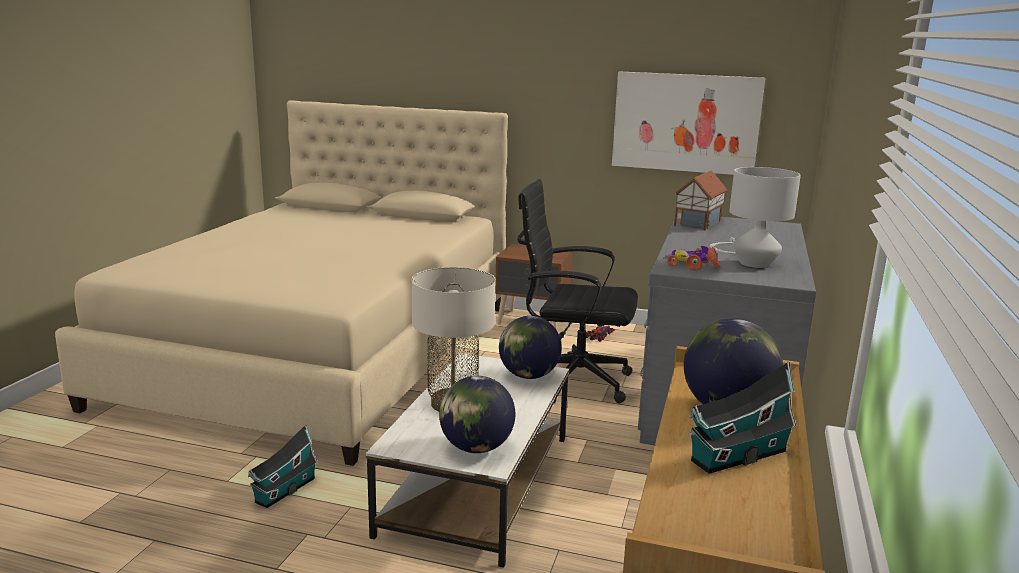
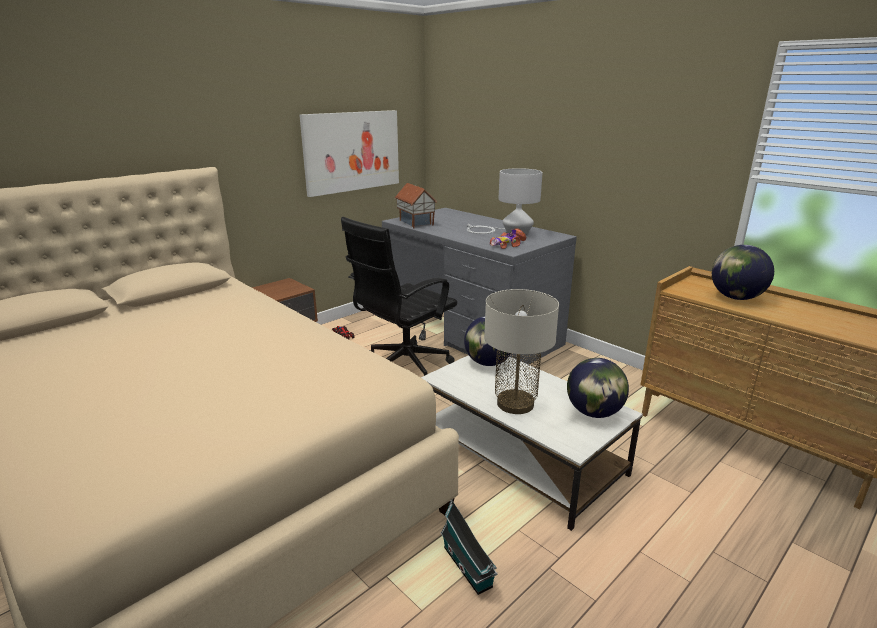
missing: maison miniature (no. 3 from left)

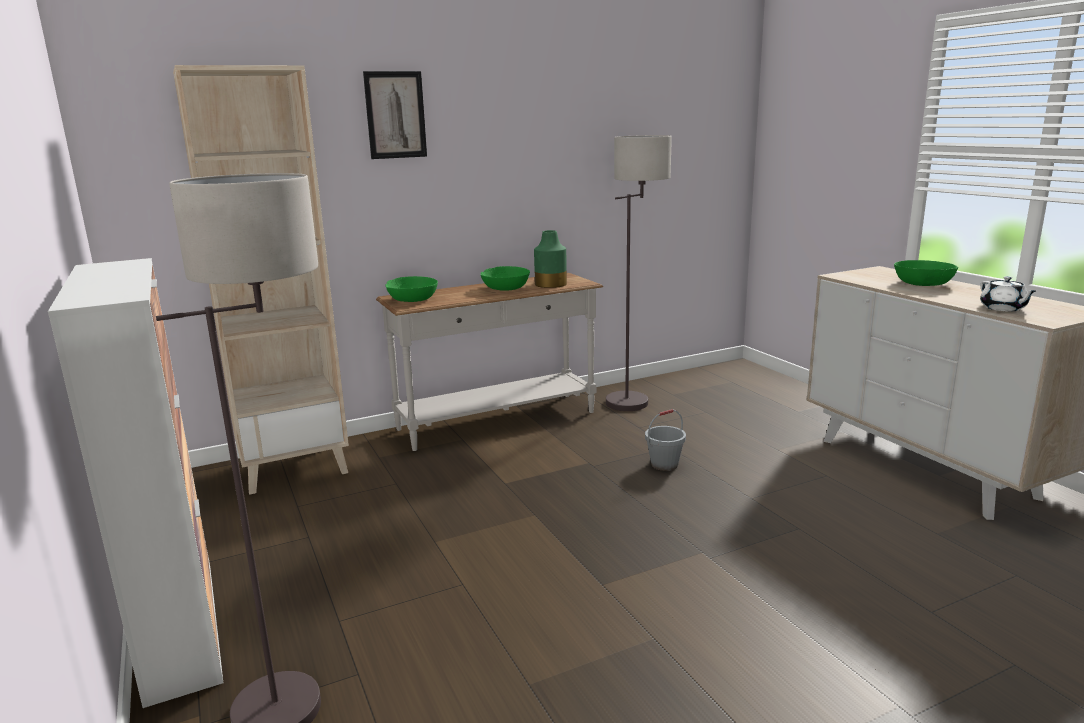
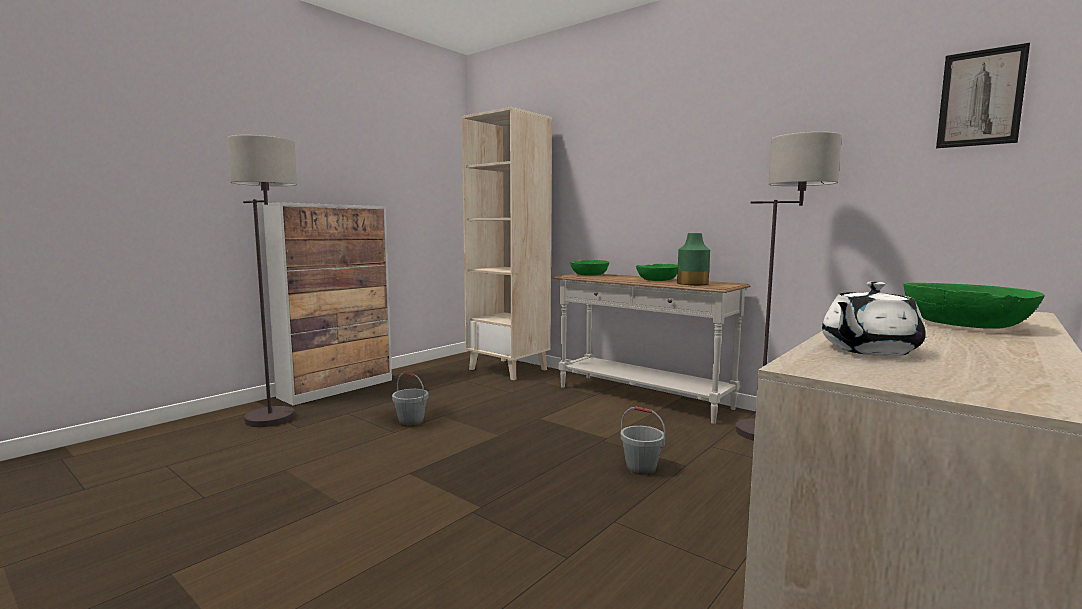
appeared: seau/gris (no. 1 from left)
relocated: tableau

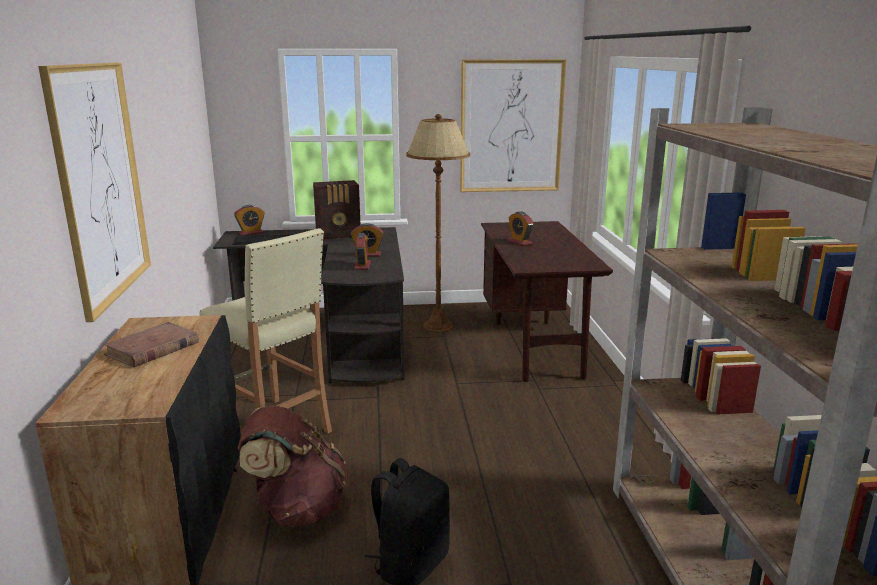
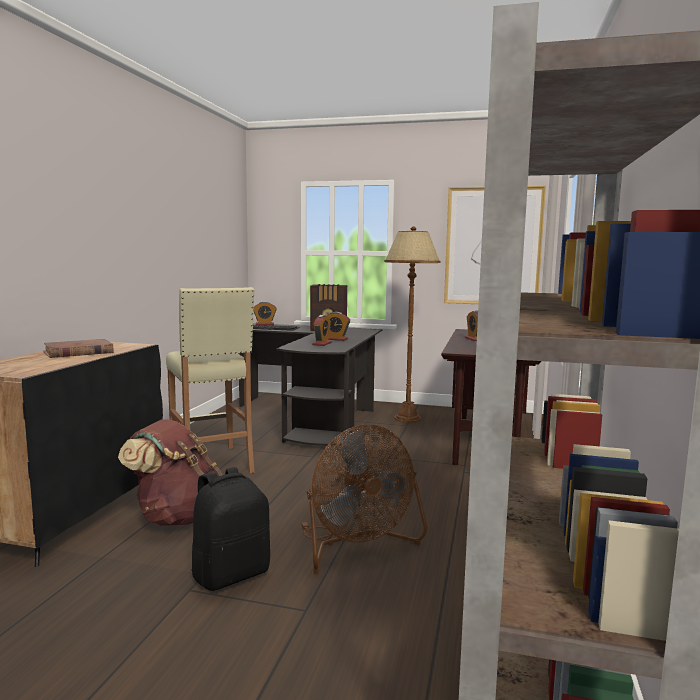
missing: tableau (no. 1 from left)
appeared: ventilateur/marron

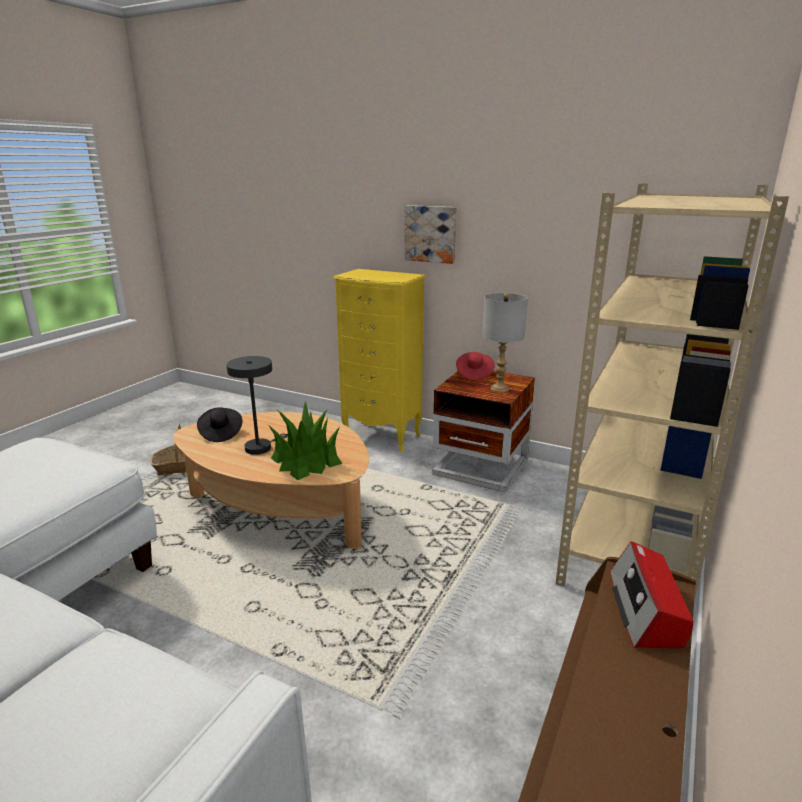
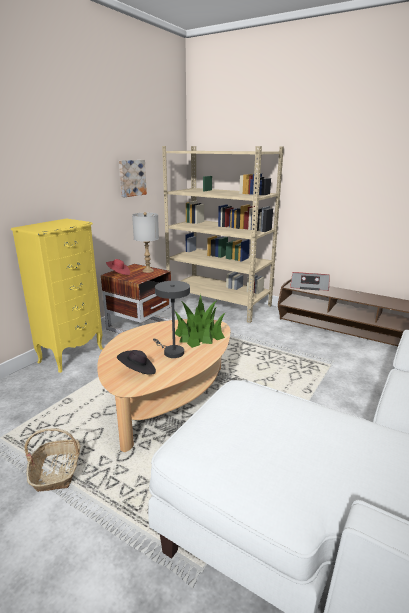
relocated: tableau

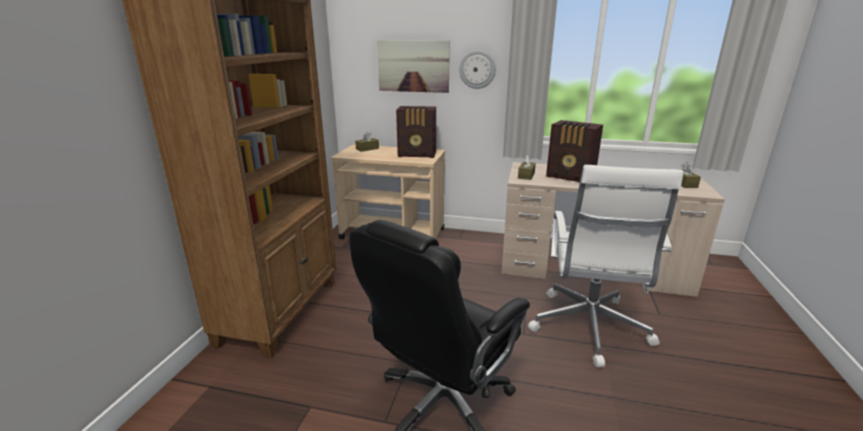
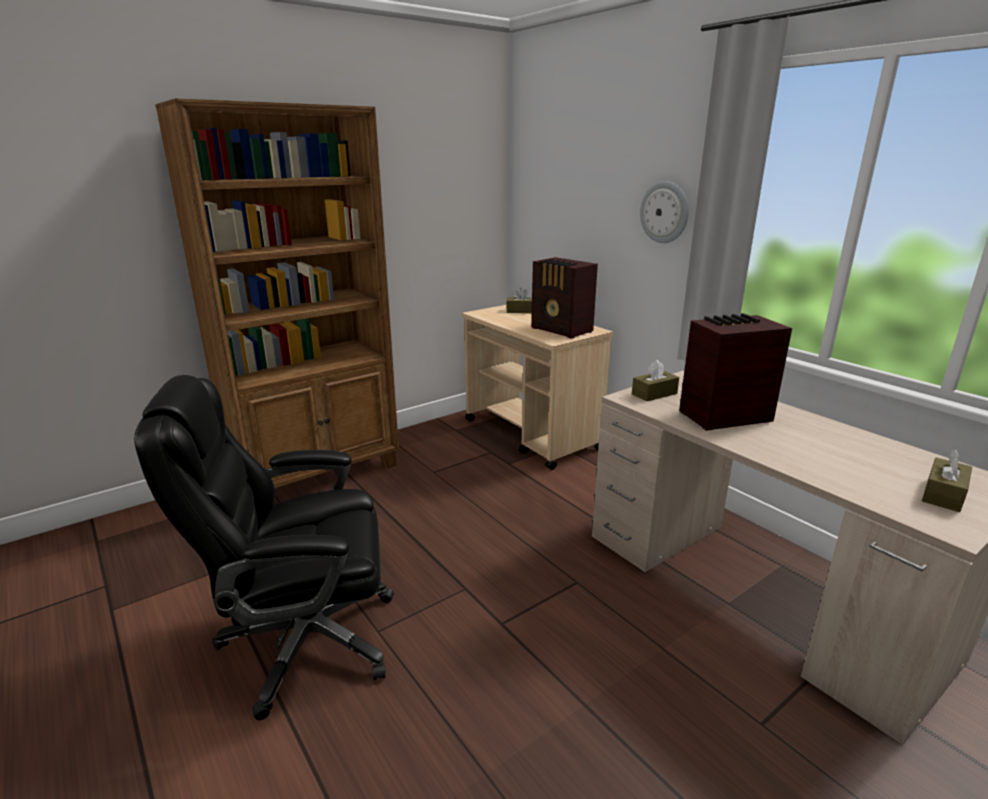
missing: tableau; chaise de bureau/blanc
spun: radio (no. 2 from left) 90 degrees clockwise

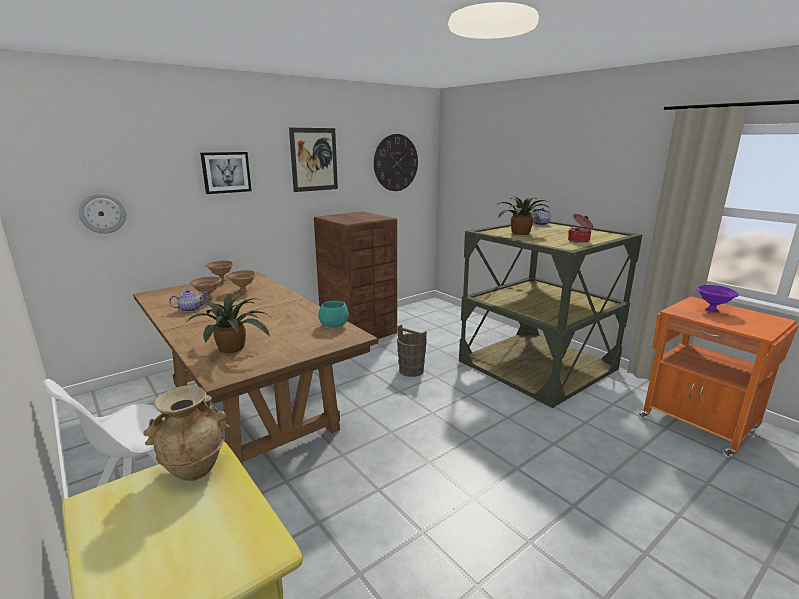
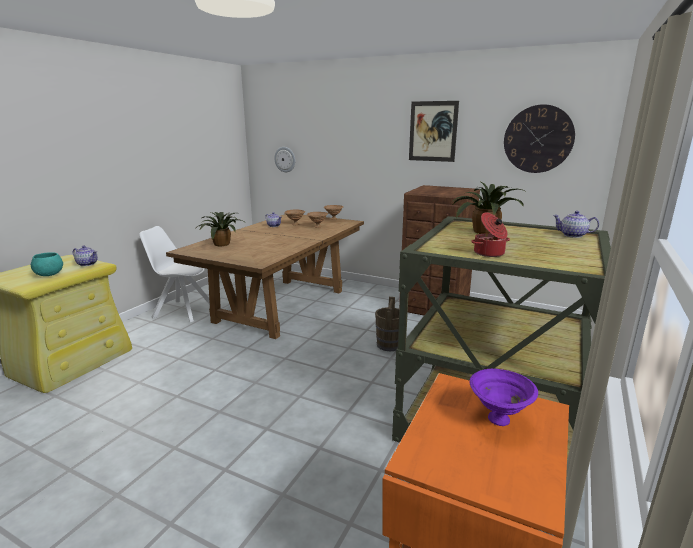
missing: tableau (no. 1 from left)
relocated: bol/turquoise
exchanged: vase/beige to théière (no. 1 from left)

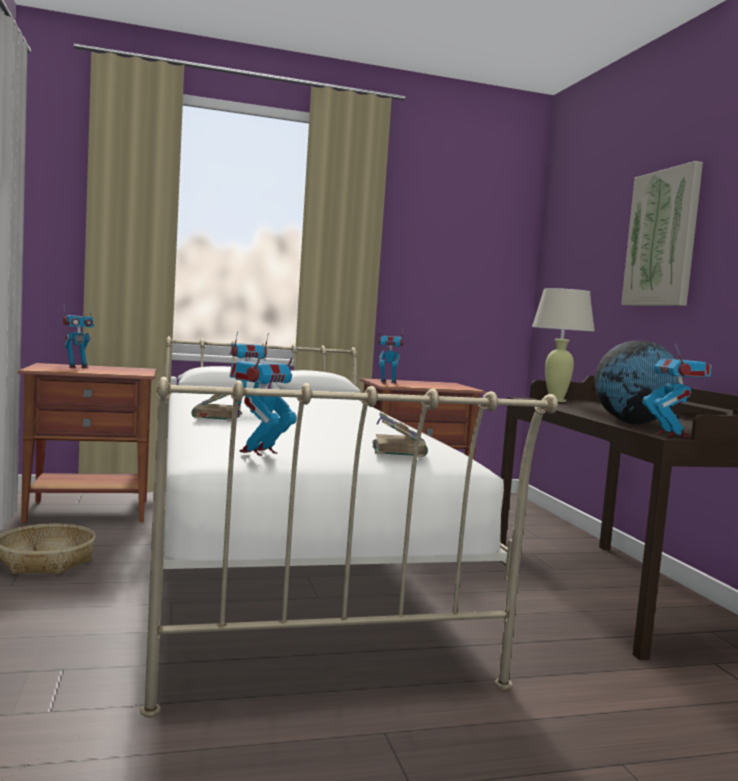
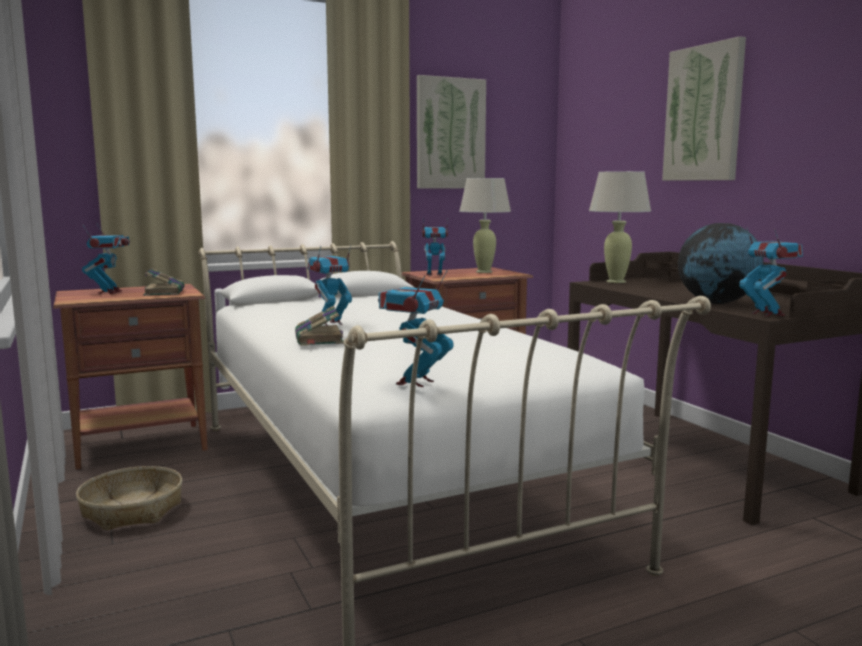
appeared: tableau (no. 1 from left); lampe de table/beige (no. 1 from left)
relocated: livre (no. 2 from left in the first image) to livre (no. 1 from left)
spun: robot jouet (no. 1 from left) 45 degrees counterclockwise

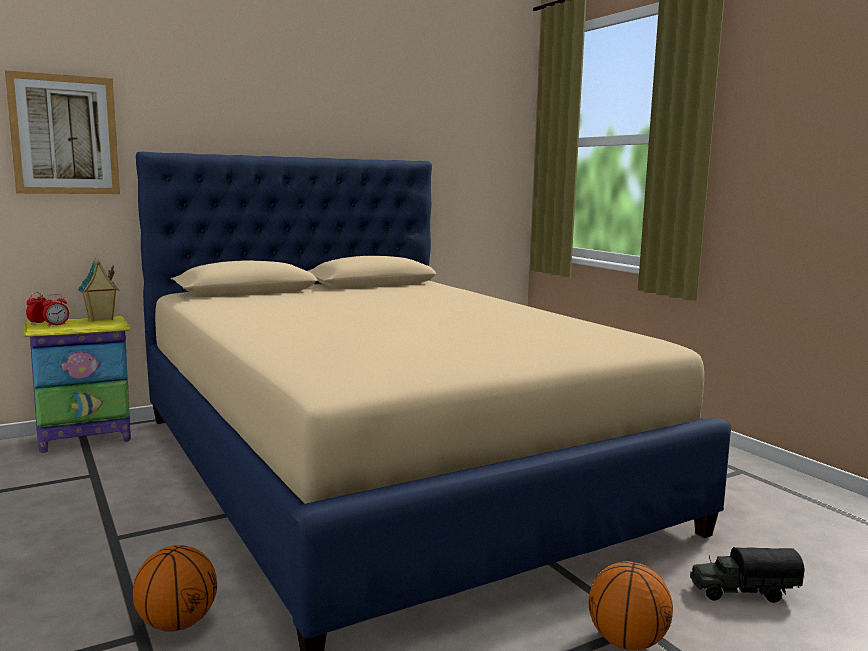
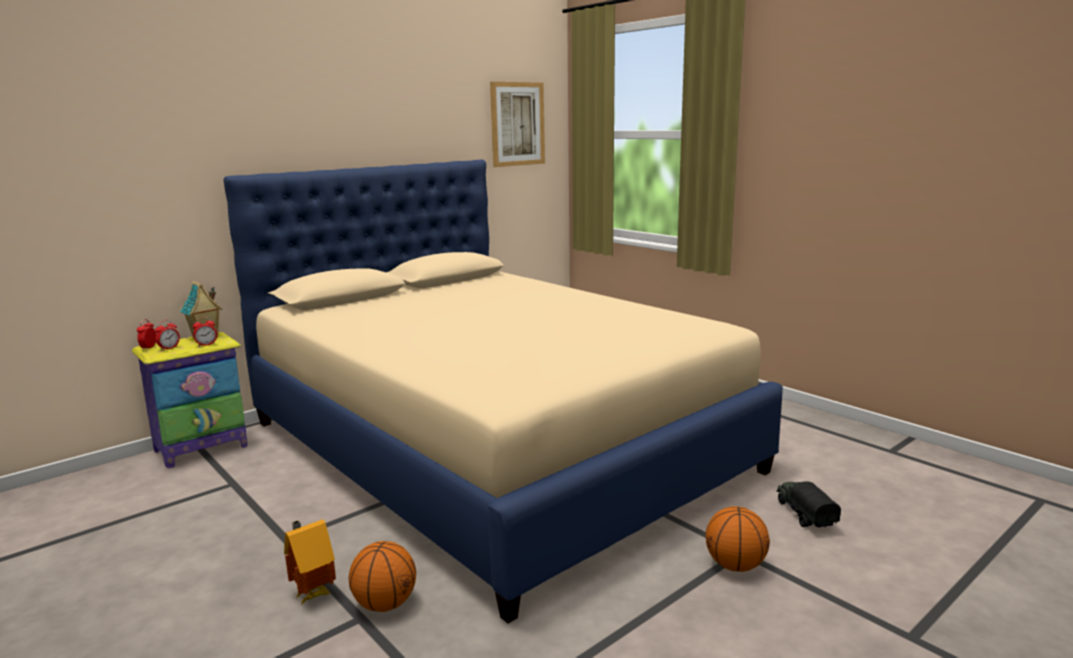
appeared: réveil (no. 3 from left); maison miniature (no. 2 from left)
relocated: tableau
spun: camion jouet 90 degrees clockwise

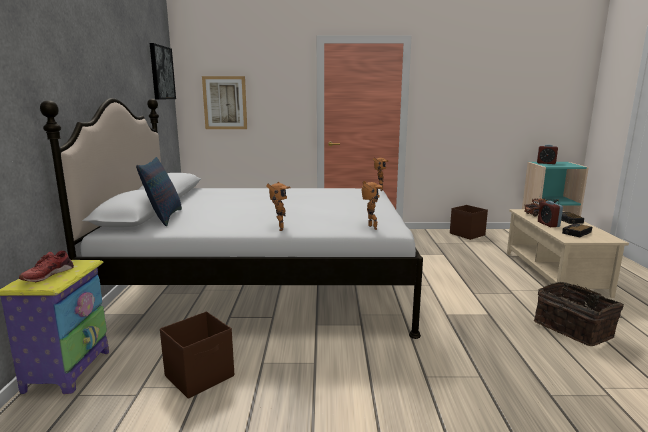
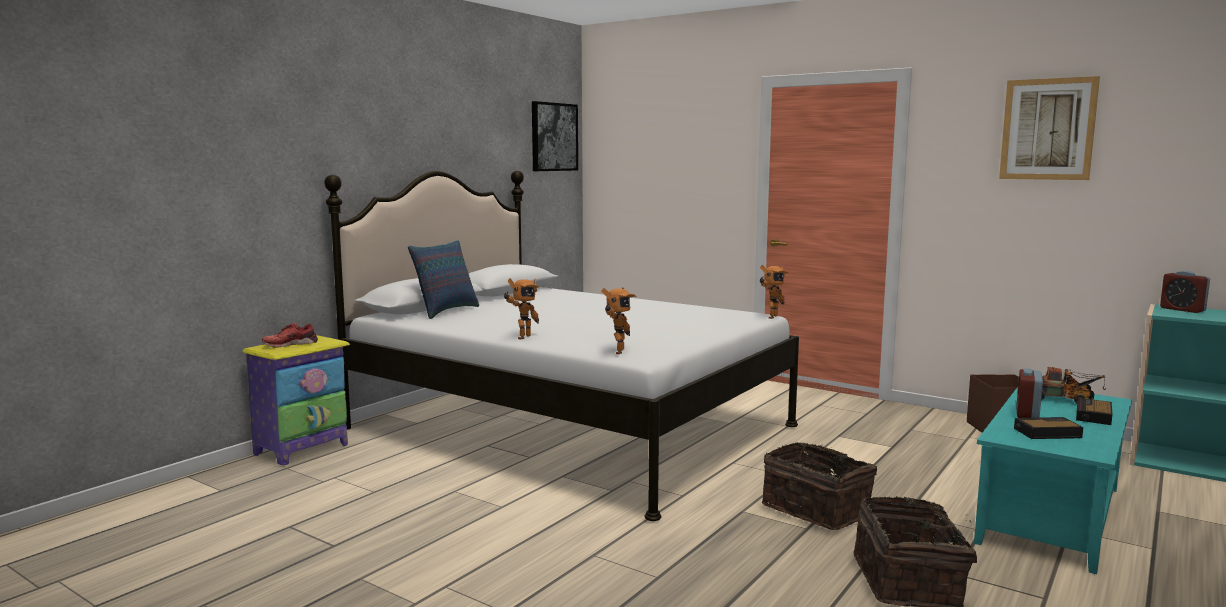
missing: boîte de rangement/marron (no. 1 from left)
appeared: panier (no. 1 from left)
relocated: tableau (no. 2 from left)
colour: table basse/beige to table basse/turquoise

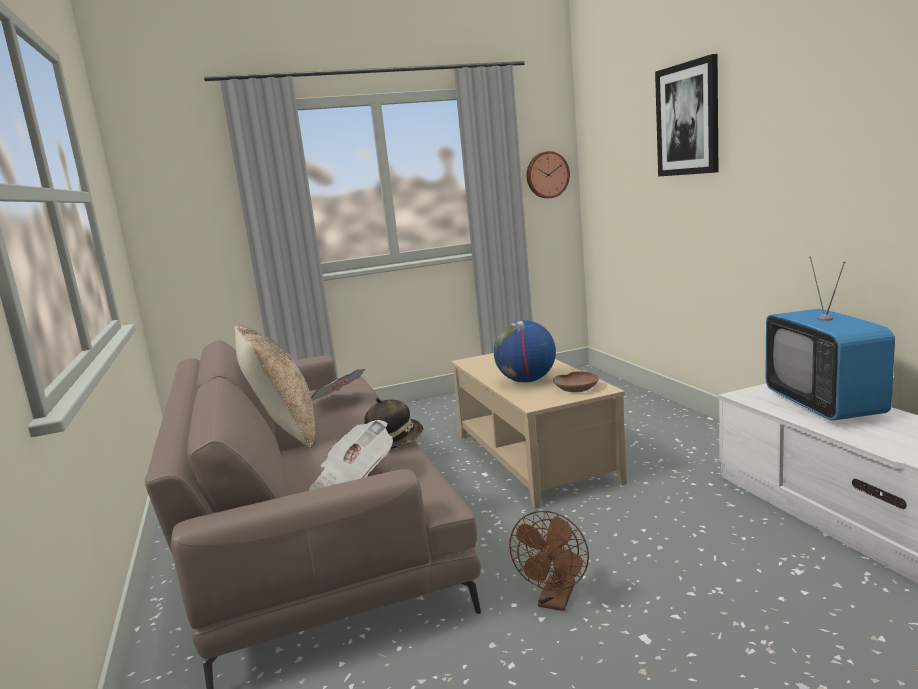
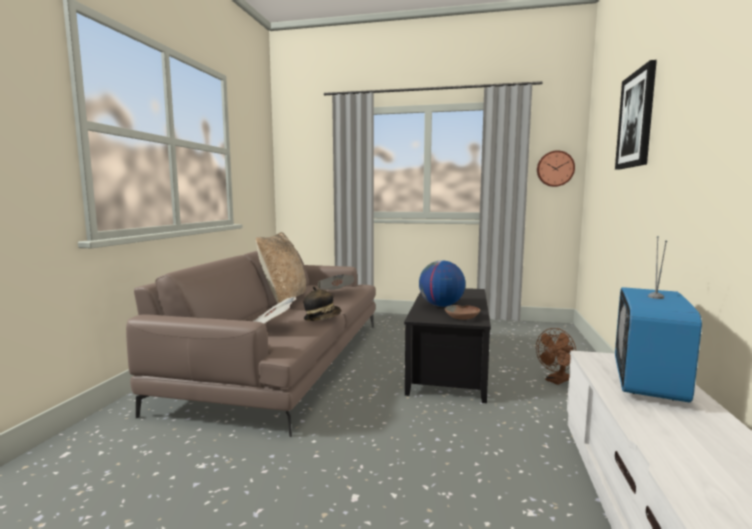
relocated: ventilateur/marron
colour: table basse/beige to table basse/noir

